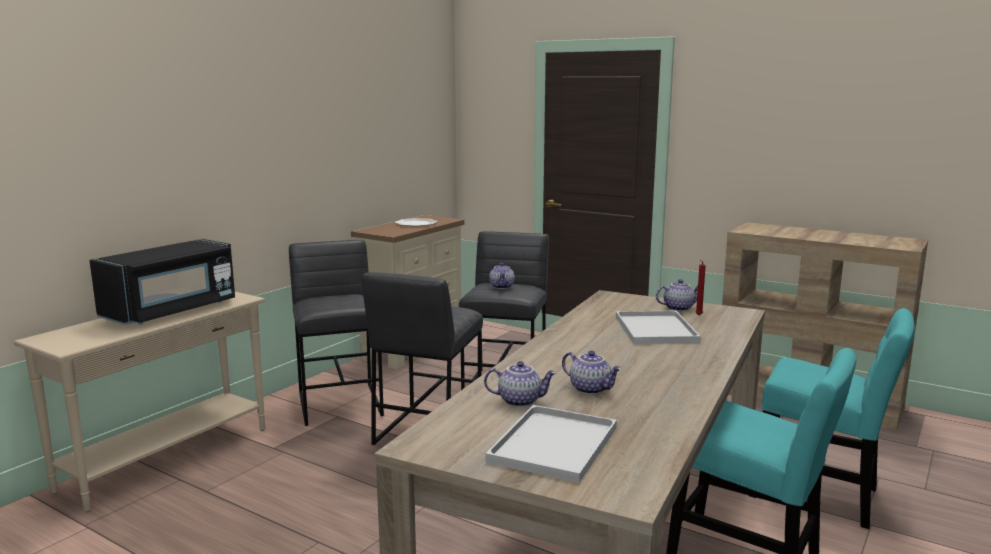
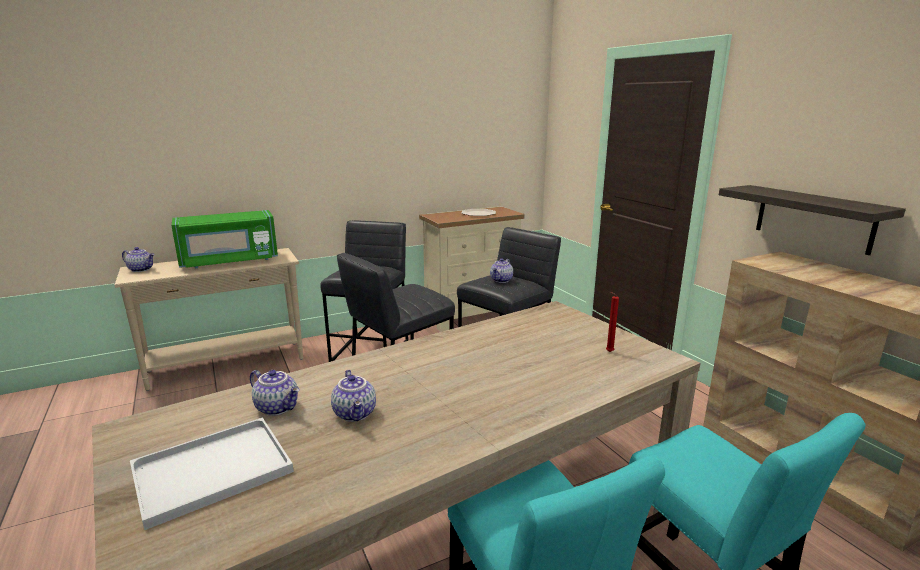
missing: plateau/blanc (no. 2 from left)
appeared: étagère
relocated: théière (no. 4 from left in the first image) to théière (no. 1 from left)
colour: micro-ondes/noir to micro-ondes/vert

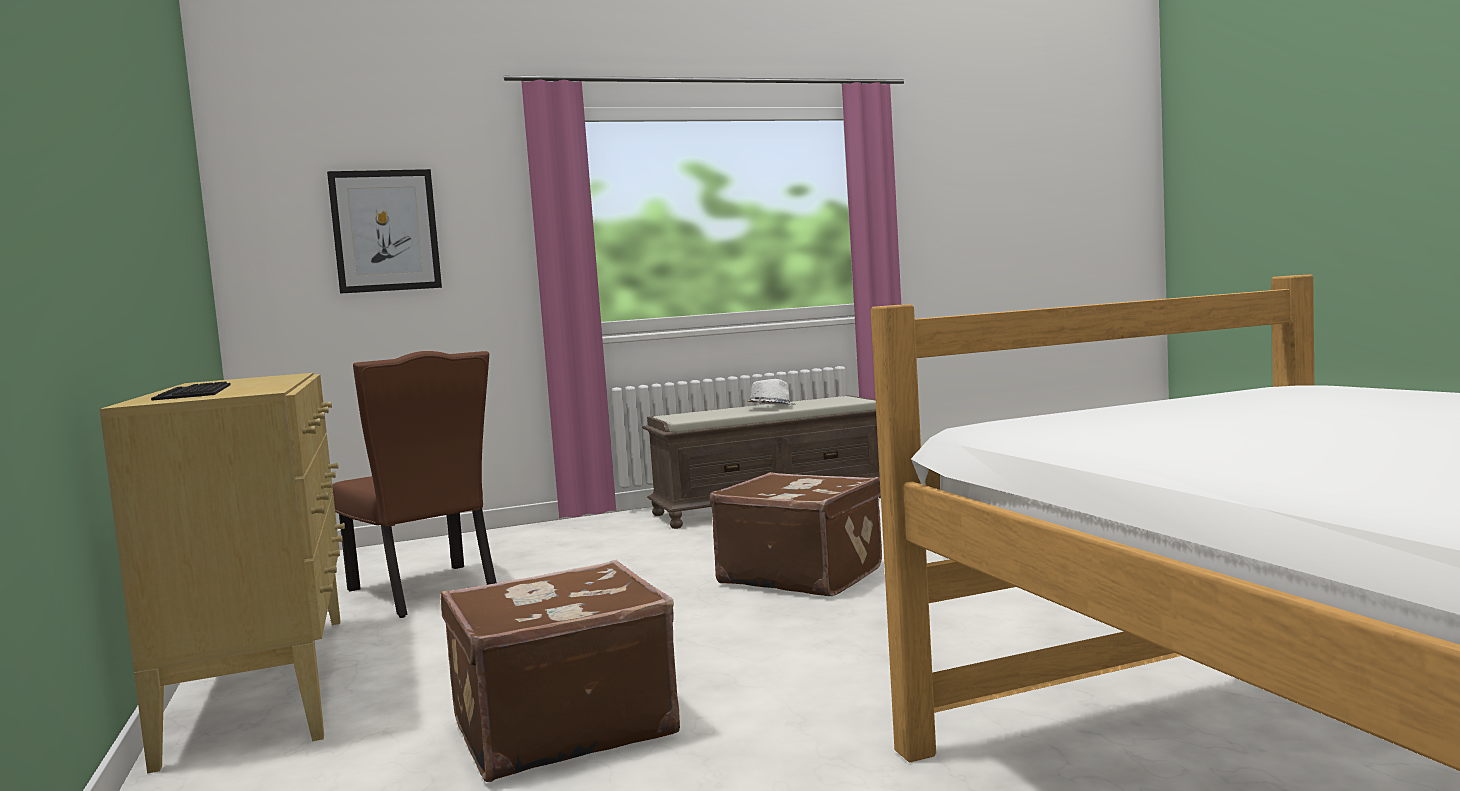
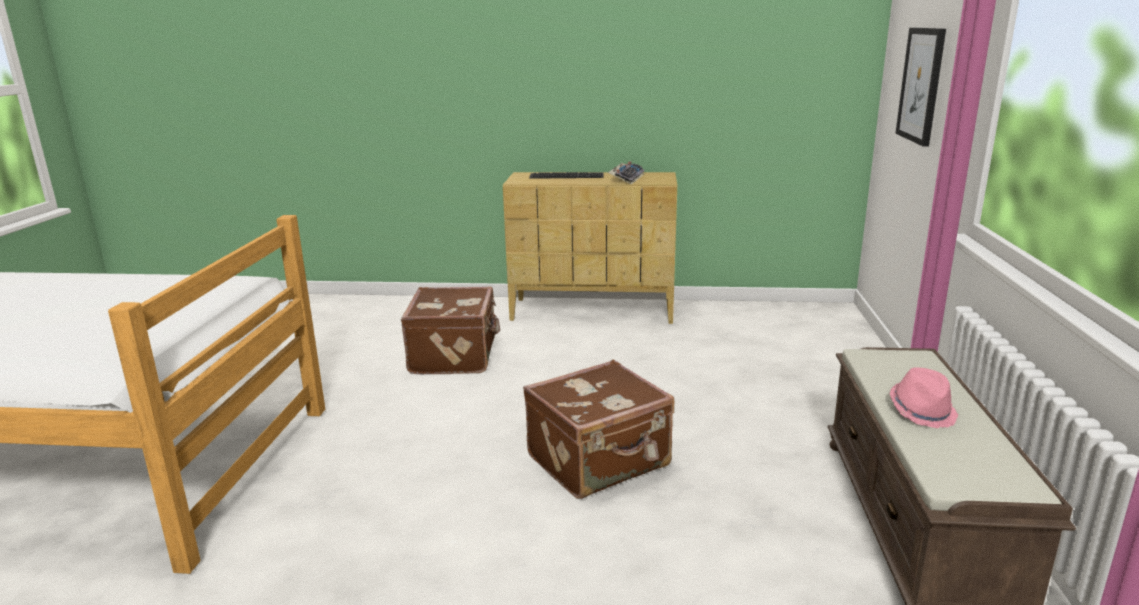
missing: chaise/marron
appeared: clavier (no. 2 from left)
colour: chapeau/blanc to chapeau/rose

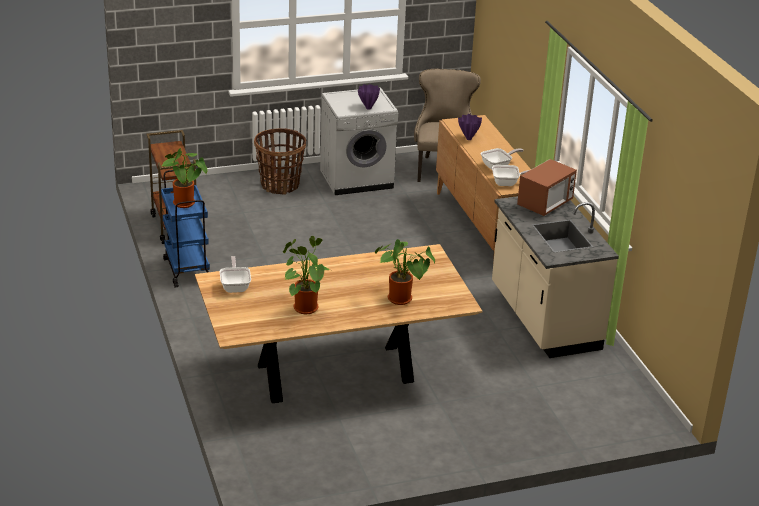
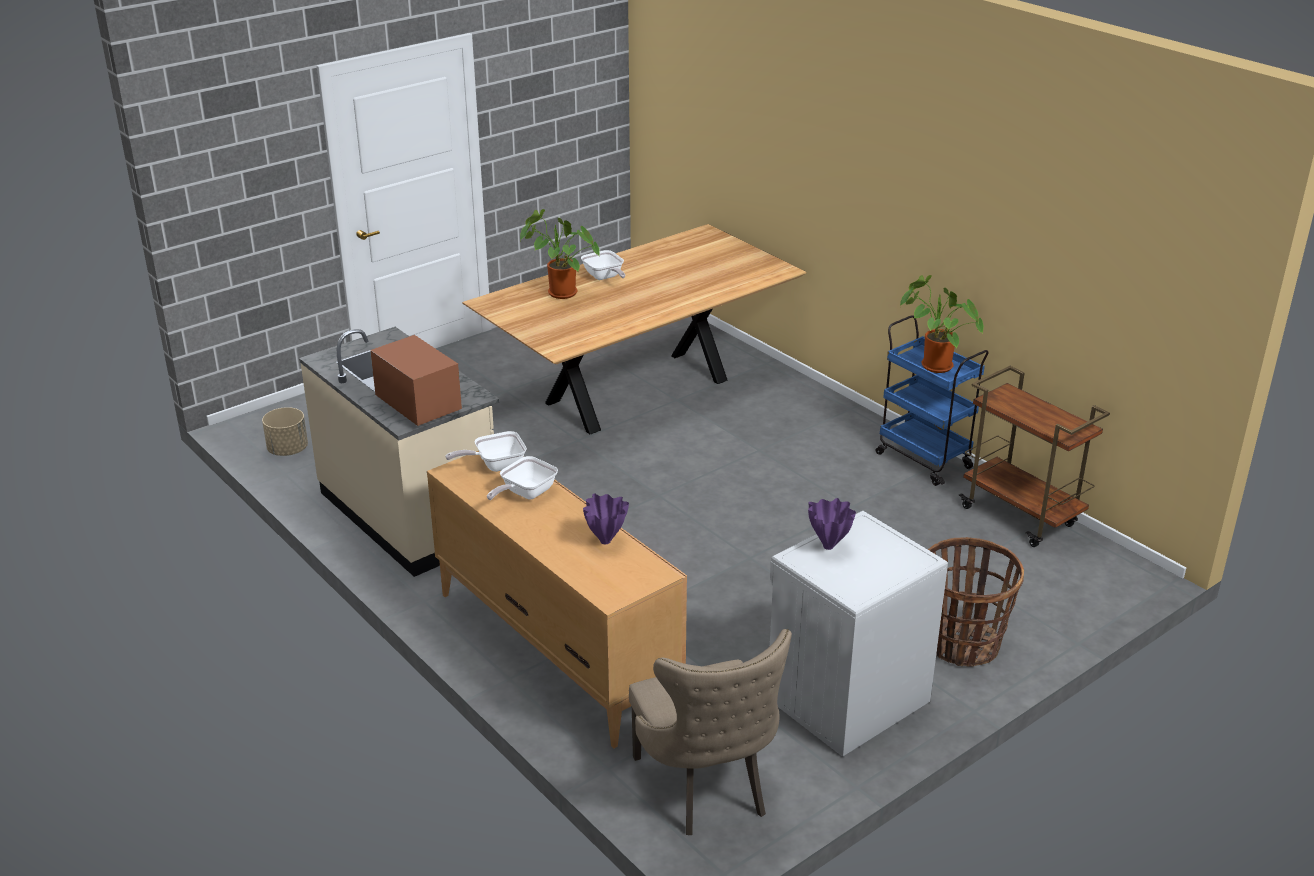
missing: plante en pot (no. 2 from left)
appeared: cache-pot/beige
relocated: poêle (no. 1 from left in the first image) to poêle (no. 3 from left)
spun: micro-ondes 120 degrees clockwise

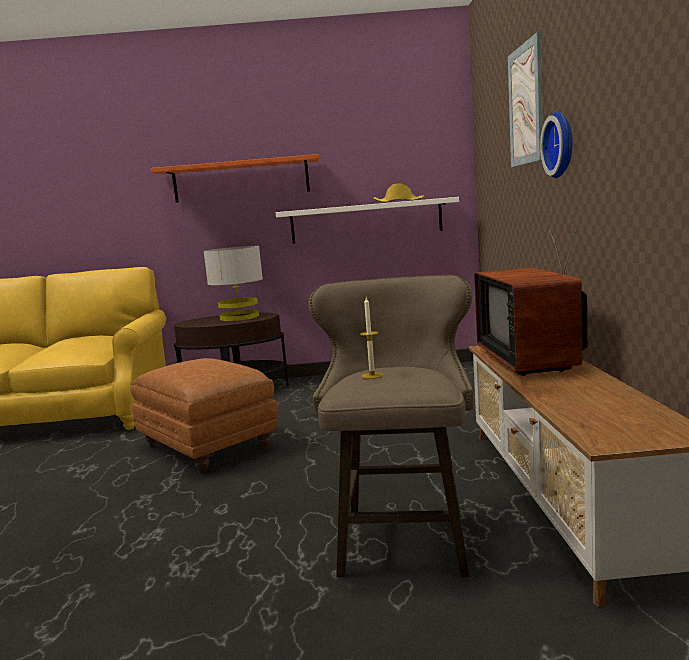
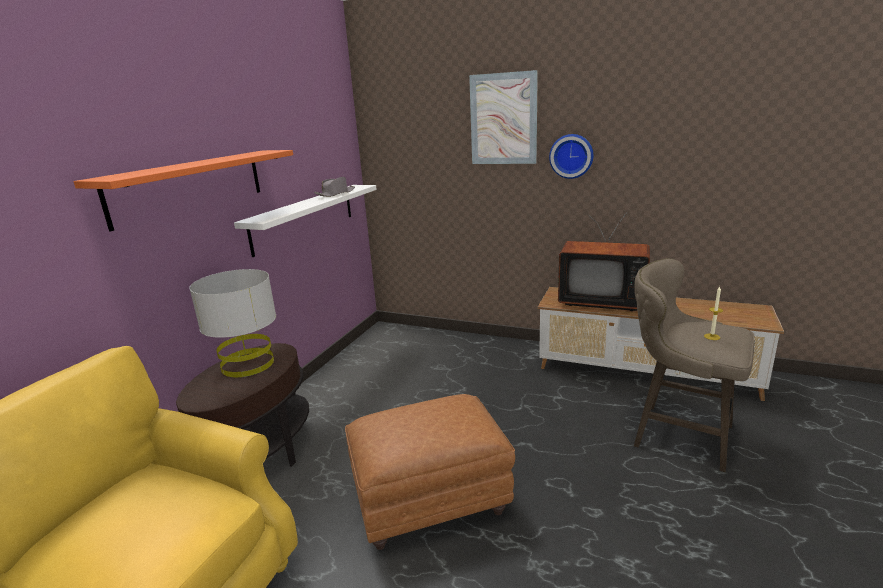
colour: chapeau/jaune to chapeau/gris

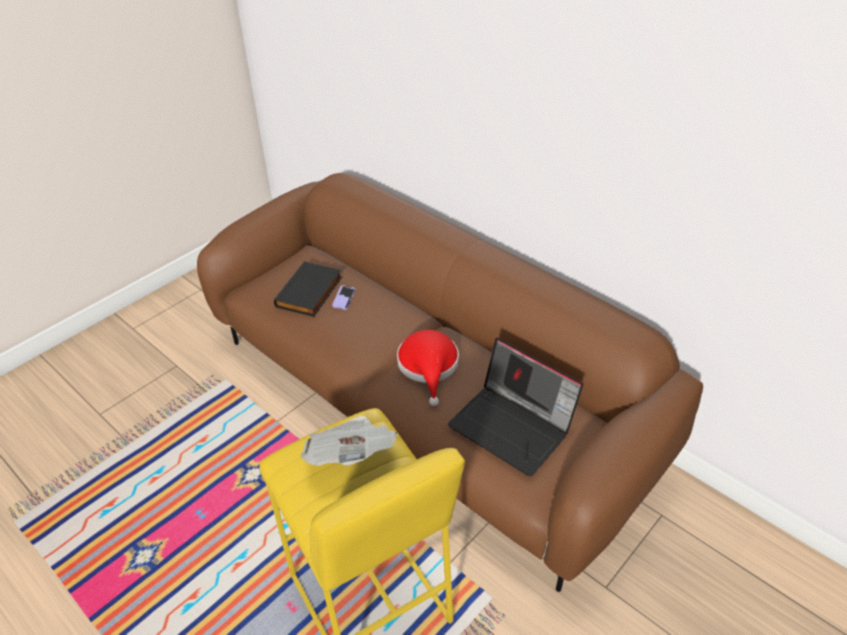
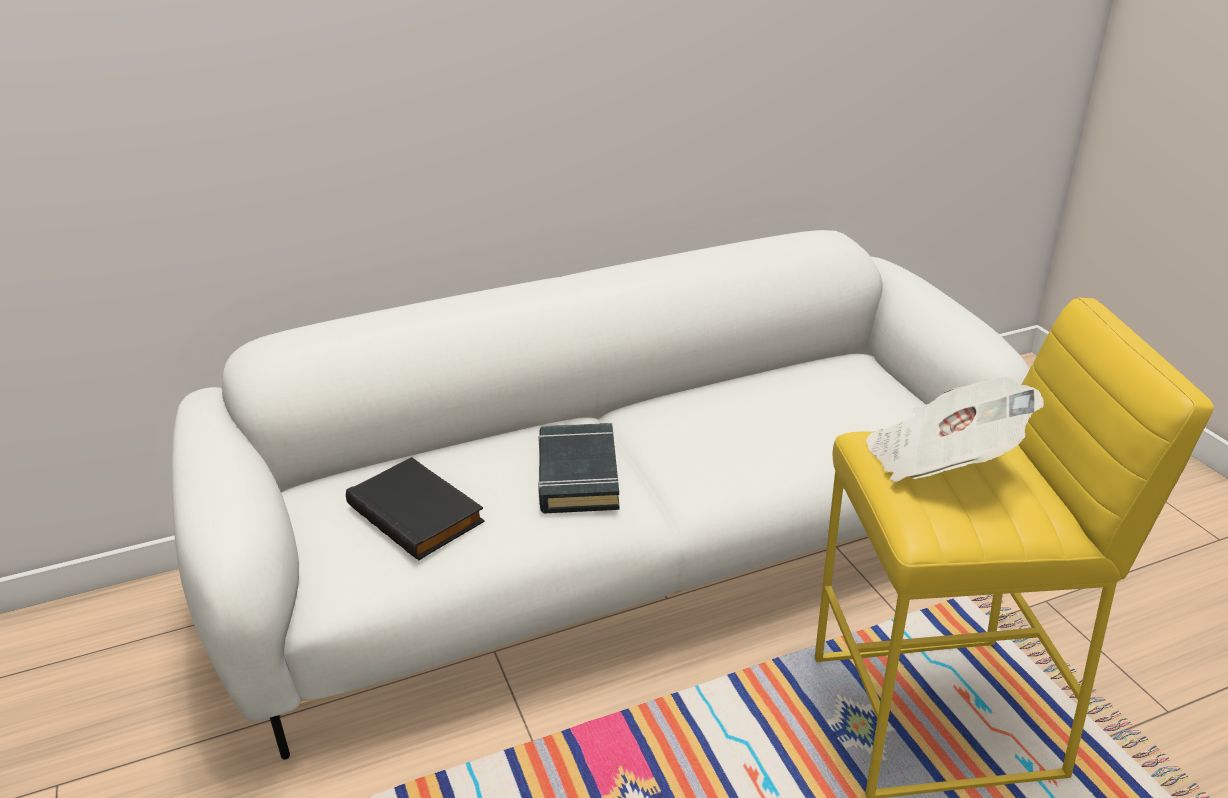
missing: téléphone; chapeau/rouge; ordinateur portable
appeared: livre/noir (no. 2 from left)
colour: canapé/marron to canapé/blanc

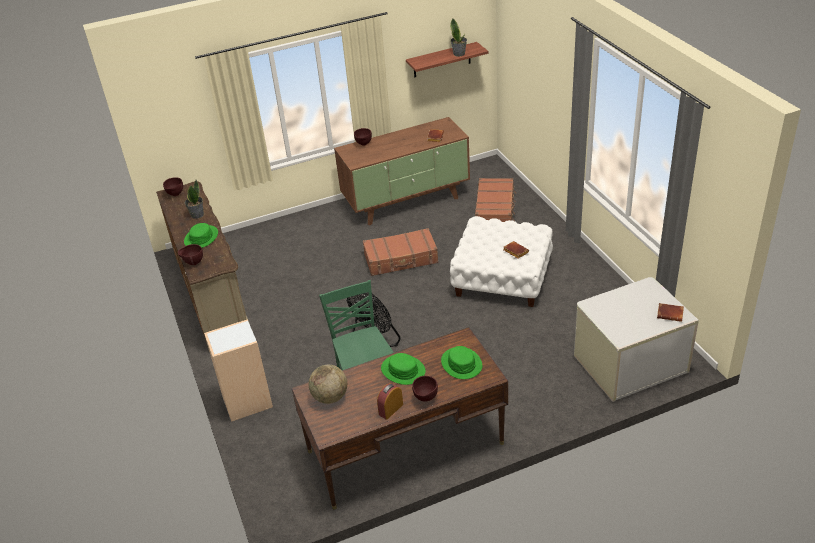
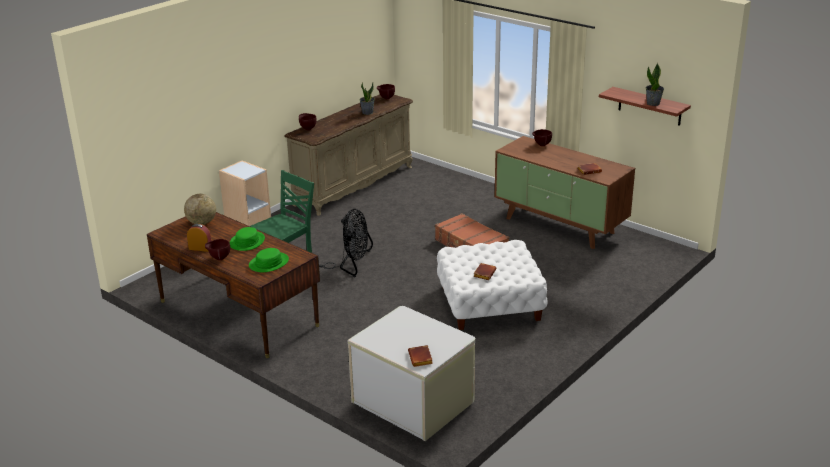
missing: valise/marron (no. 2 from left); chapeau/vert (no. 1 from left)

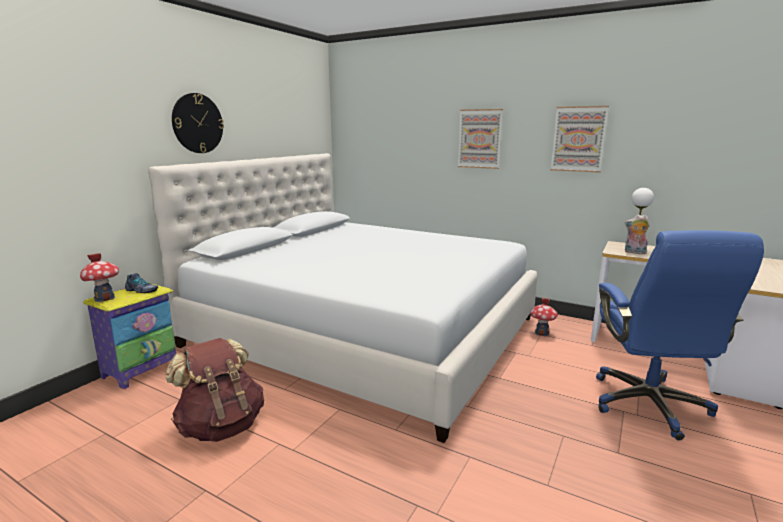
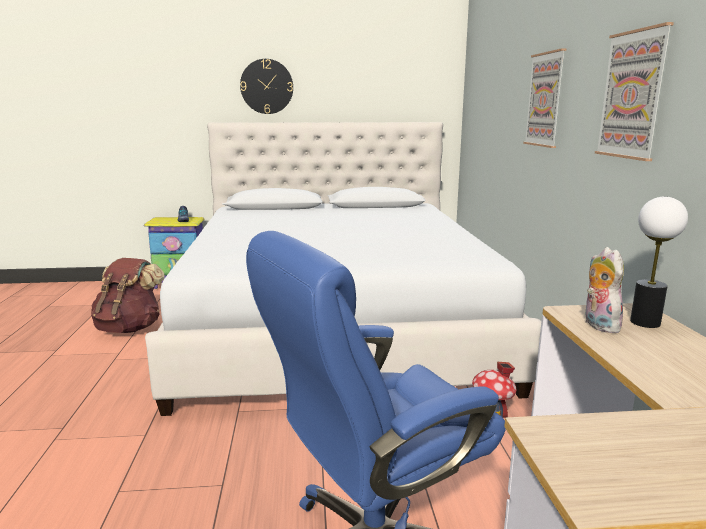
missing: maison miniature (no. 1 from left)

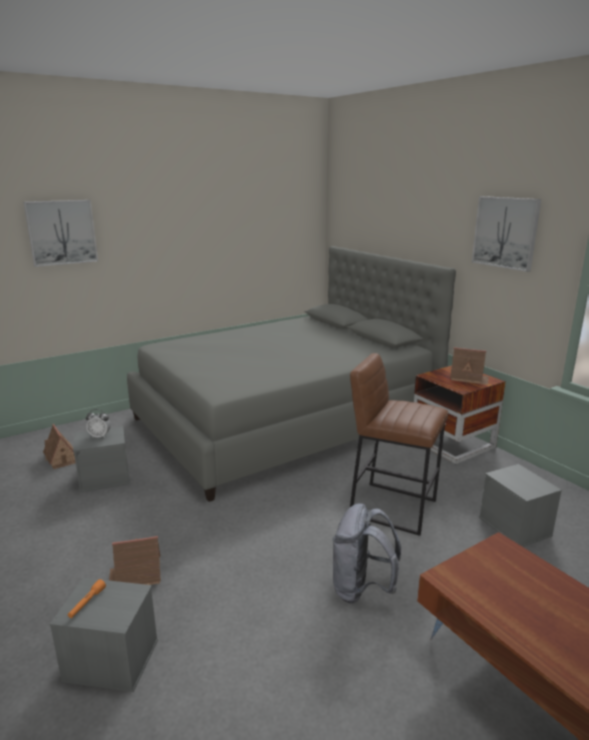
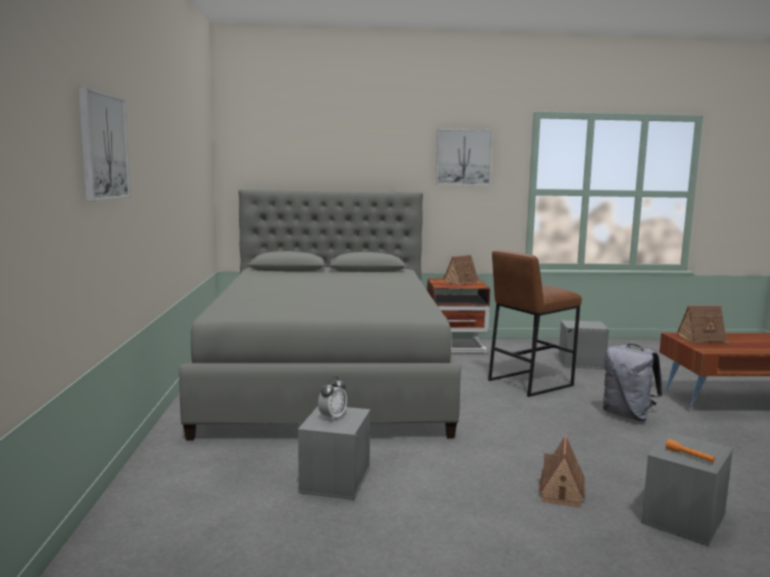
relocated: maison miniature (no. 1 from left in the first image) to maison miniature (no. 3 from left)

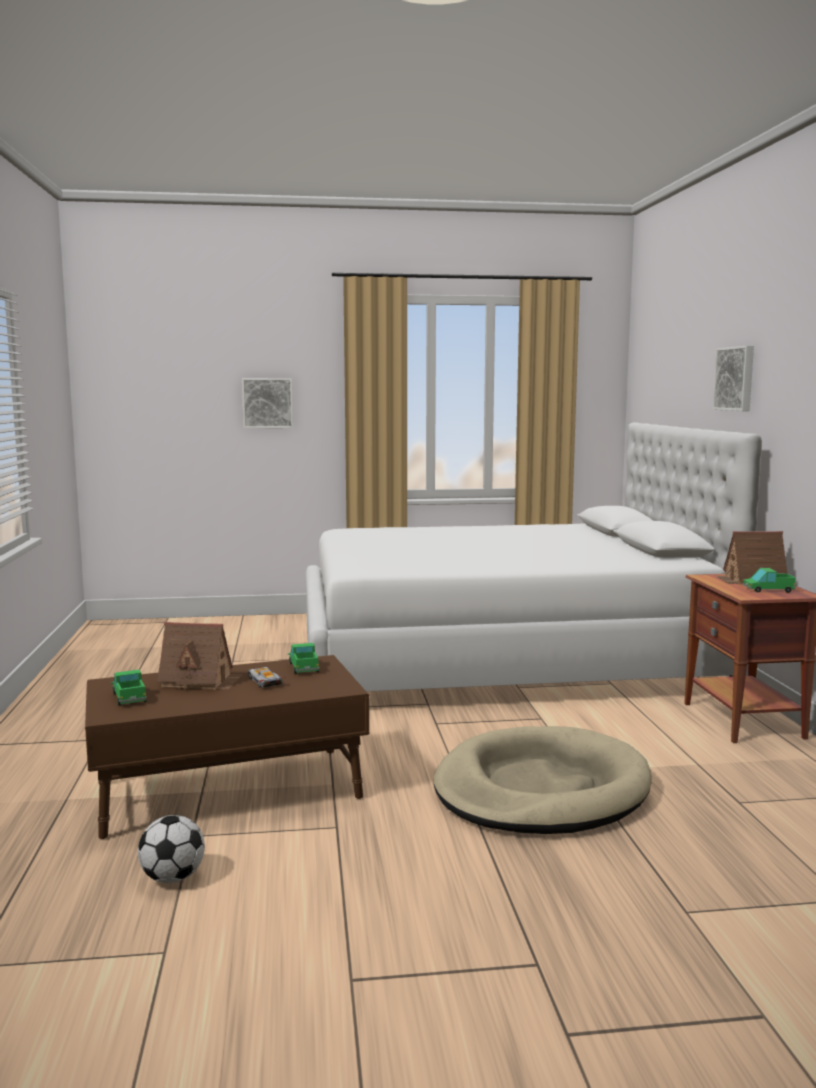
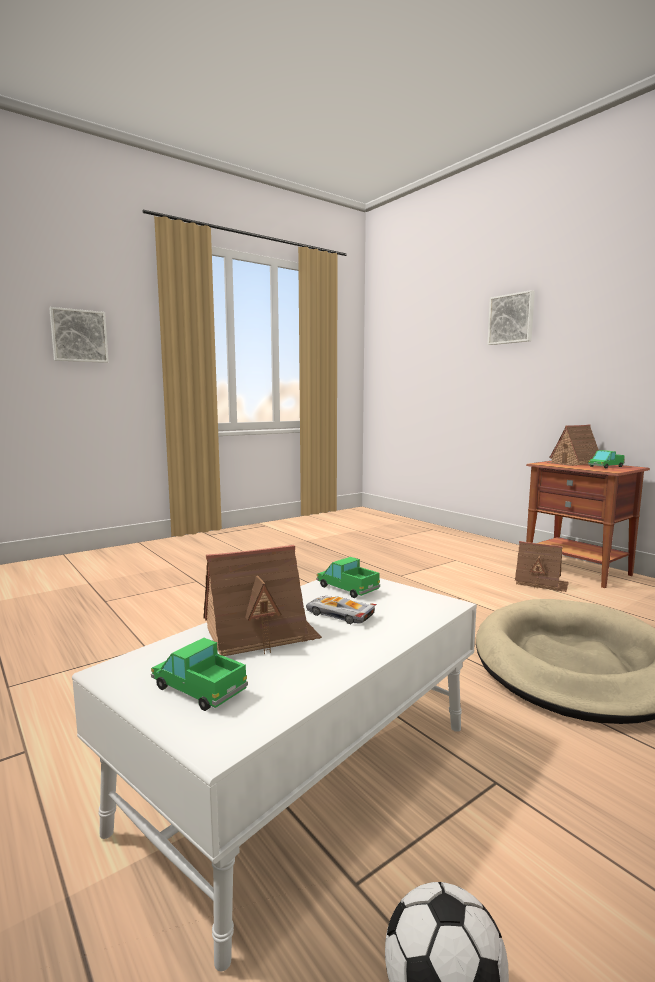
missing: lit/blanc
appeared: maison miniature (no. 2 from left)
colour: table basse/marron to table basse/blanc

